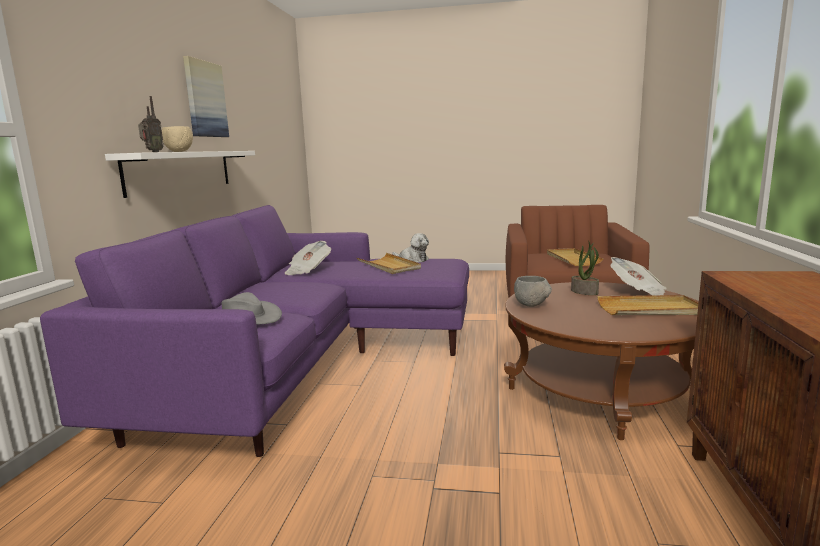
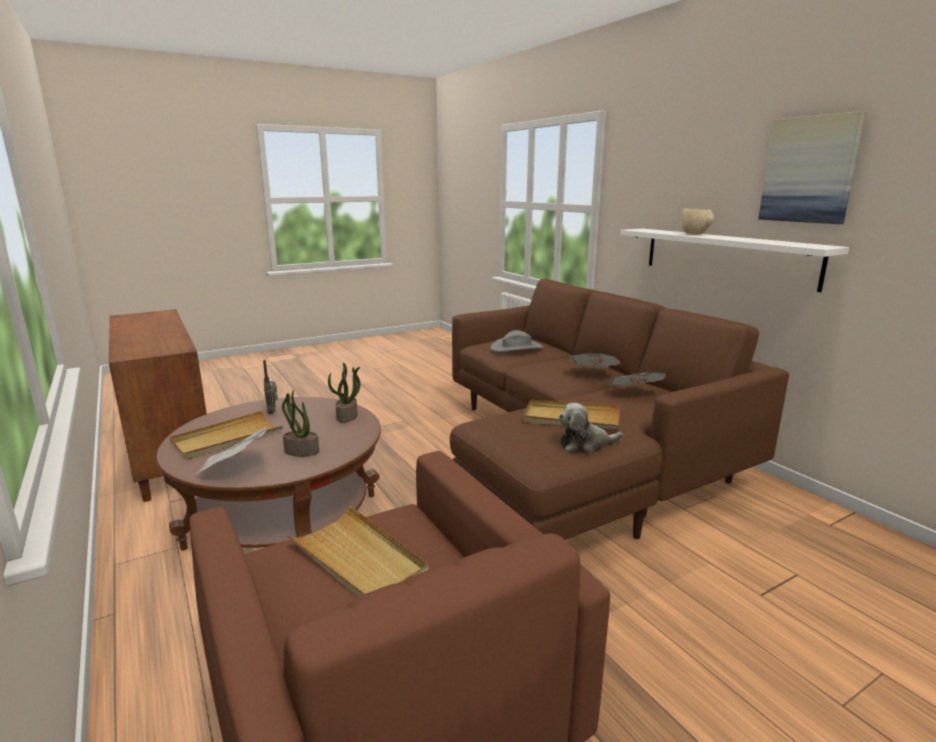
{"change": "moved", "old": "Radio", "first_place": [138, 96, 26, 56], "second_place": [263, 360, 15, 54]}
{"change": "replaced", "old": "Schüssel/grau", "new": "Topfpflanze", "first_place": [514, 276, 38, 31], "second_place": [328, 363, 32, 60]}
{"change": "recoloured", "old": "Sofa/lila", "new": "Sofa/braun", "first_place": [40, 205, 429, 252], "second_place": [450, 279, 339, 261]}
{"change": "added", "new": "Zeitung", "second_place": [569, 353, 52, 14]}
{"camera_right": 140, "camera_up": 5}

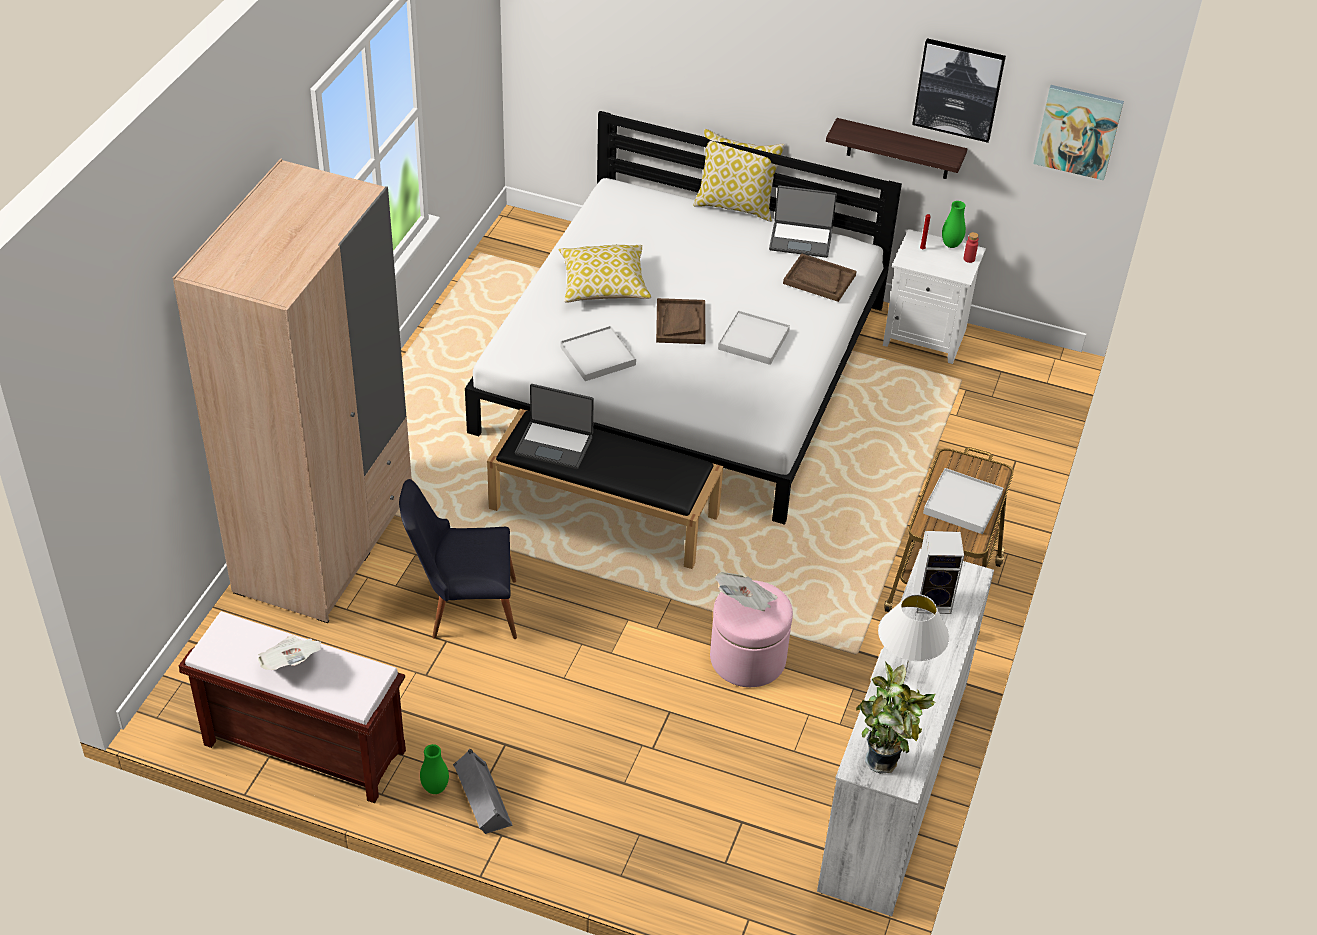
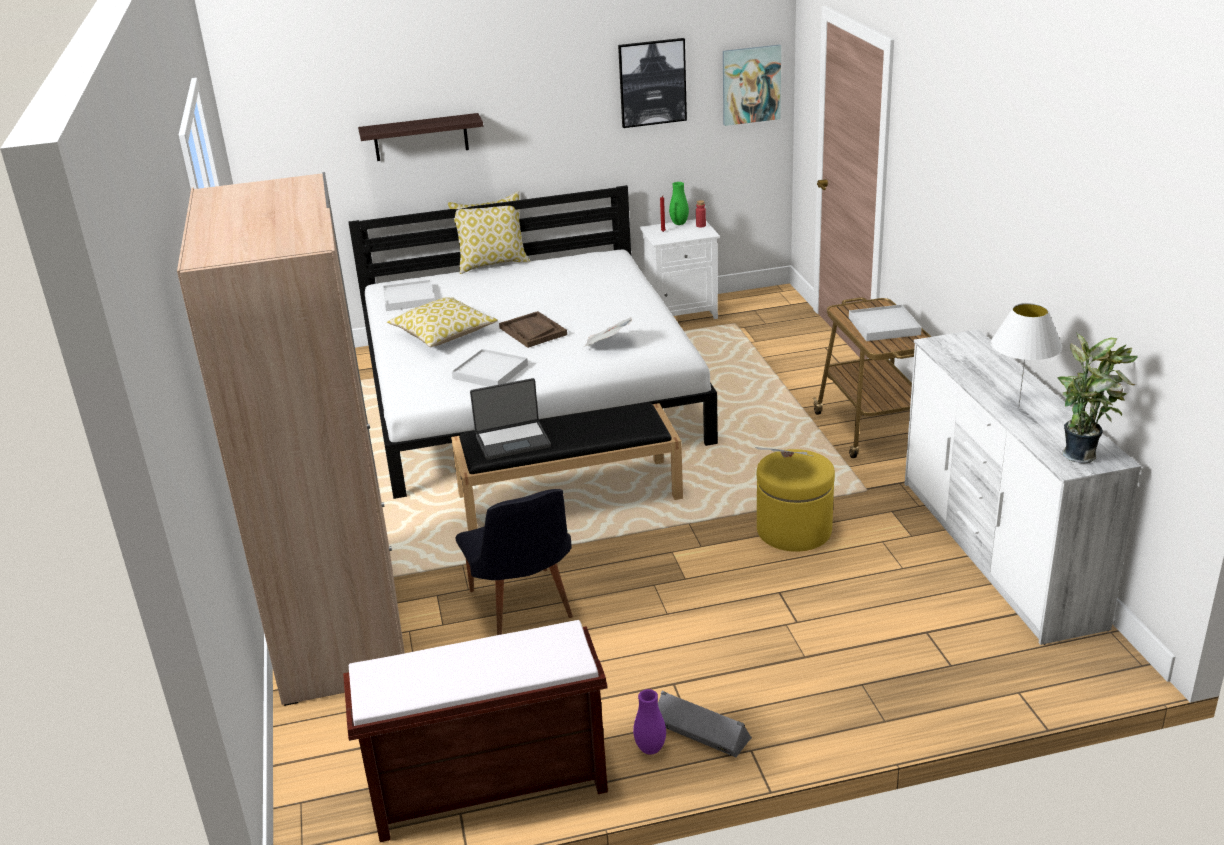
{"change": "moved", "old": "Wandregal", "first_place": [826, 118, 141, 61], "second_place": [358, 113, 125, 48]}
{"change": "moved", "old": "Tablett/weiß", "first_place": [718, 310, 72, 55], "second_place": [383, 280, 51, 31]}
{"change": "turned", "old": "Stuhl/schwarz", "first_place": [399, 479, 118, 160], "second_place": [456, 489, 117, 146], "degrees": -75}
{"change": "moved", "old": "Zeitung", "first_place": [258, 635, 63, 35], "second_place": [584, 317, 48, 30]}
{"change": "recoloured", "old": "Vase/grün", "new": "Vase/lila", "first_place": [420, 744, 29, 50], "second_place": [633, 689, 33, 66]}
{"change": "recoloured", "old": "Polsterhocker/rosa", "new": "Polsterhocker/gelb", "first_place": [710, 580, 83, 107], "second_place": [757, 449, 78, 103]}
{"change": "removed", "old": "Laptop", "first_place": [769, 186, 68, 72]}
{"change": "removed", "old": "Tablett/braun", "first_place": [783, 253, 73, 49]}
{"change": "removed", "old": "Lautsprecher", "first_place": [913, 531, 51, 83]}
{"camera_right": -30, "camera_up": -15}

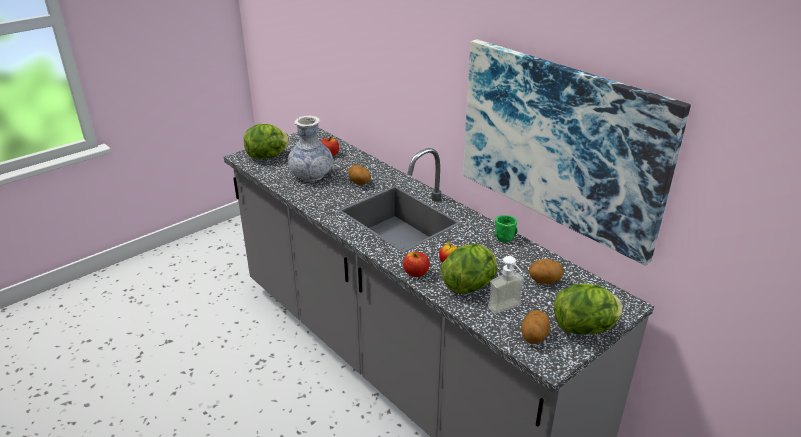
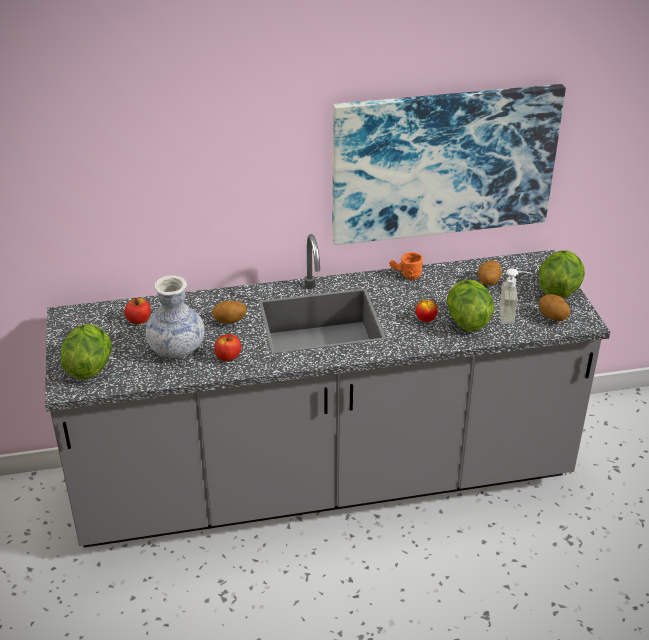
{"change": "moved", "old": "Apfel", "first_place": [403, 252, 27, 25], "second_place": [214, 334, 27, 28]}
{"change": "recoloured", "old": "Henkelbecher/grün", "new": "Henkelbecher/orange", "first_place": [495, 215, 23, 27], "second_place": [389, 252, 34, 28]}
{"camera_right": -60, "camera_up": 5}

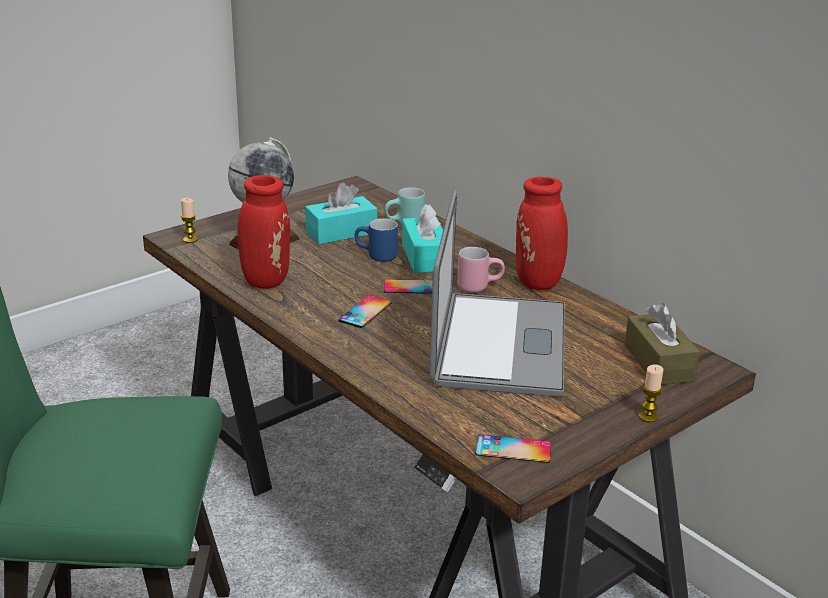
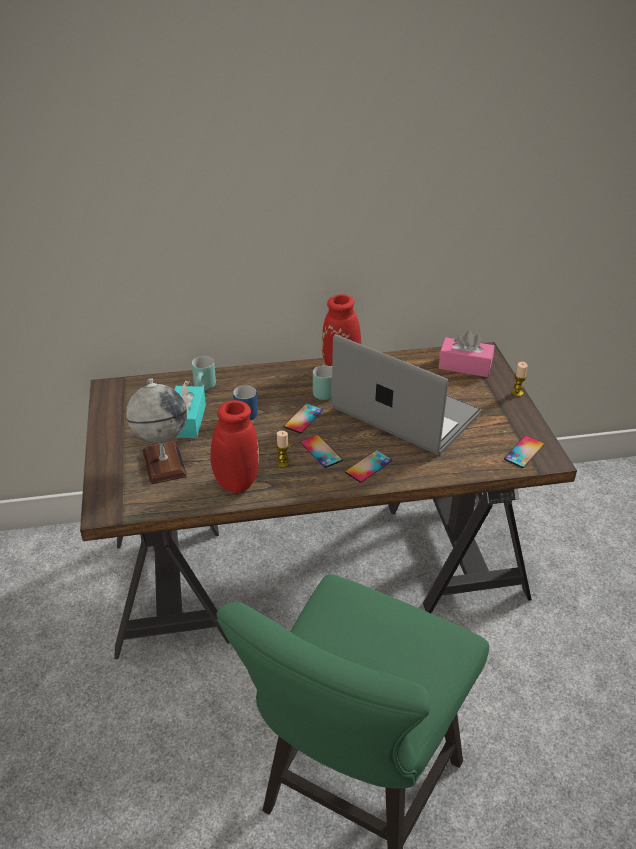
{"change": "moved", "old": "Kerze", "first_place": [181, 198, 17, 45], "second_place": [276, 431, 14, 37]}
{"change": "recoloured", "old": "Henkelbecher/rosa", "new": "Henkelbecher/türkis", "first_place": [457, 247, 48, 45], "second_place": [313, 365, 19, 35]}
{"change": "added", "new": "Handy", "second_place": [345, 450, 47, 33]}
{"change": "recoloured", "old": "Taschentuchbox/braun", "new": "Taschentuchbox/rosa", "first_place": [625, 303, 75, 82], "second_place": [438, 331, 56, 46]}
{"change": "removed", "old": "Taschentuchbox/türkis", "first_place": [402, 204, 41, 69]}
{"camera_right": -60, "camera_up": 10}

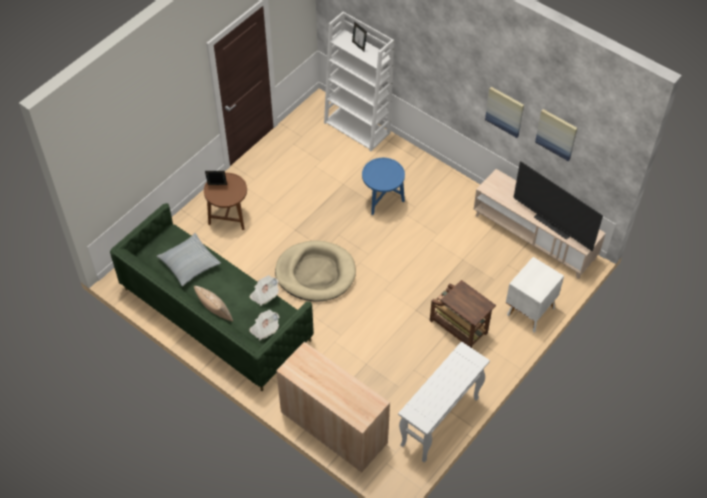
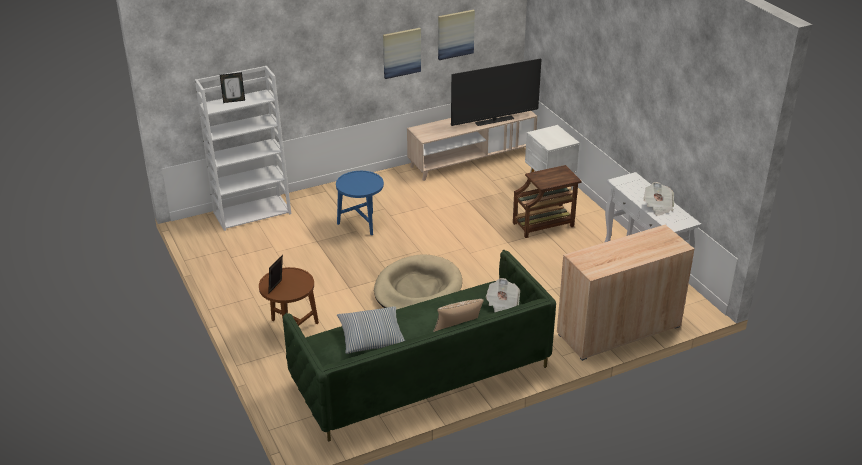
{"change": "moved", "old": "Zeitung", "first_place": [250, 275, 29, 31], "second_place": [643, 182, 31, 34]}
{"camera_right": -65, "camera_up": -20}

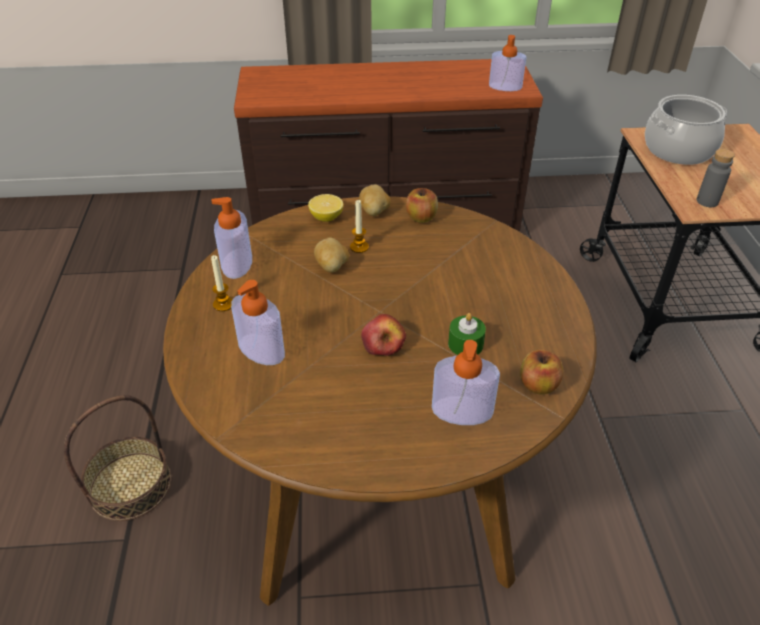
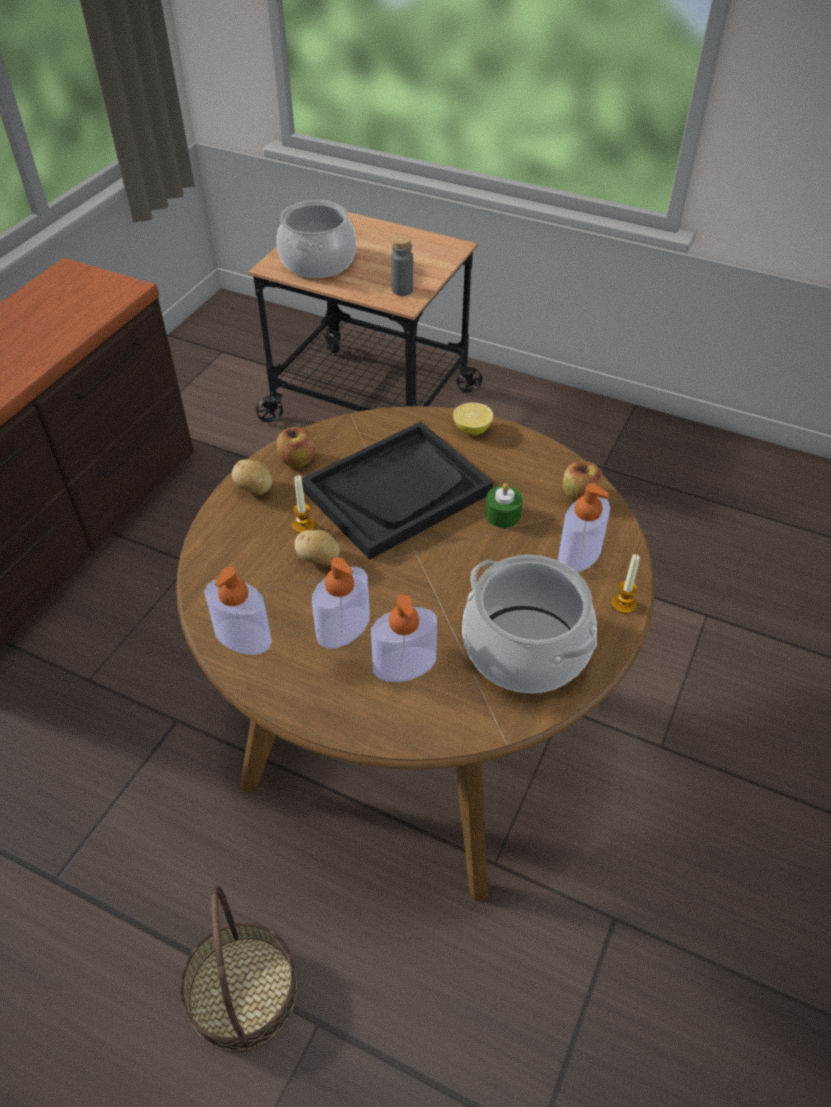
{"change": "added", "new": "Tablett/schwarz", "second_place": [302, 421, 191, 139]}
{"change": "moved", "old": "Seifenspender", "first_place": [489, 35, 38, 56], "second_place": [312, 557, 58, 92]}
{"change": "moved", "old": "Zitrone", "first_place": [308, 194, 35, 28], "second_place": [453, 402, 40, 33]}
{"change": "added", "new": "Kochtopf", "second_place": [462, 555, 135, 138]}
{"change": "moved", "old": "Kerze", "first_place": [211, 255, 22, 56], "second_place": [611, 554, 29, 60]}
{"change": "removed", "old": "Apfel", "first_place": [361, 314, 45, 42]}
{"camera_right": -60, "camera_up": 5}

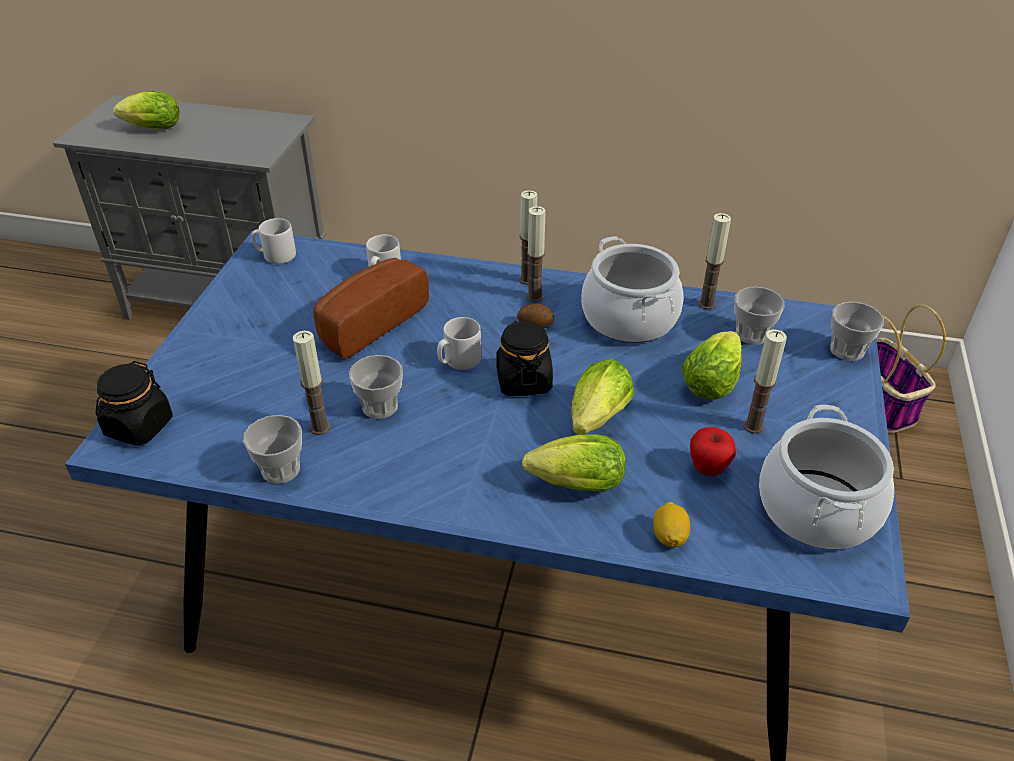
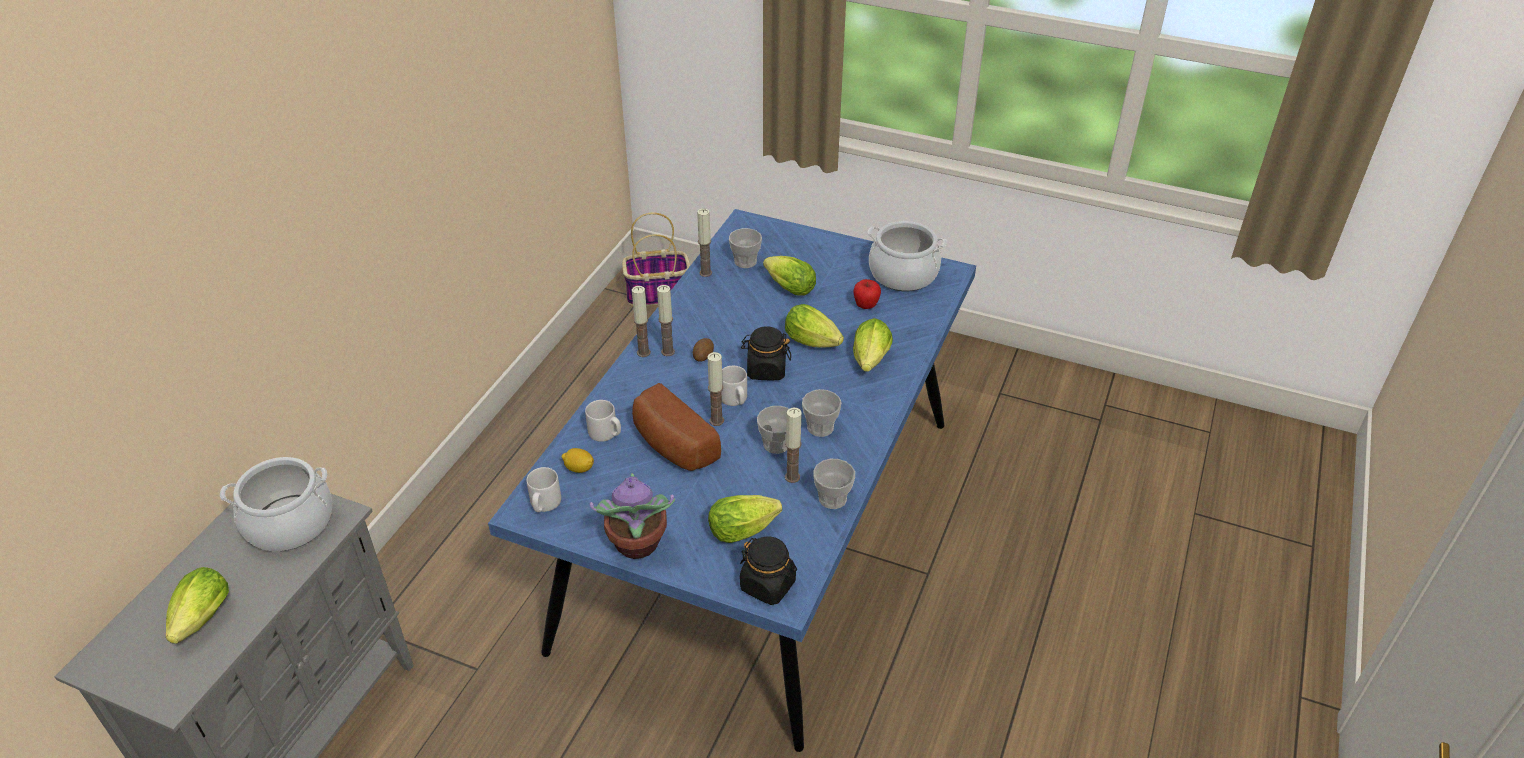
{"change": "moved", "old": "Kochtopf", "first_place": [582, 237, 102, 106], "second_place": [220, 457, 112, 94]}
{"change": "moved", "old": "Zitrone", "first_place": [653, 502, 37, 45], "second_place": [562, 448, 32, 25]}
{"change": "added", "new": "Topfpflanze", "second_place": [590, 473, 85, 86]}
{"change": "moved", "old": "Kerze", "first_place": [743, 329, 44, 105], "second_place": [707, 352, 17, 74]}
{"change": "added", "new": "Salatkopf", "second_place": [708, 495, 74, 48]}
{"change": "moved", "old": "Tasse", "first_place": [830, 302, 54, 59], "second_place": [802, 389, 39, 48]}
{"camera_right": -80, "camera_up": 0}

